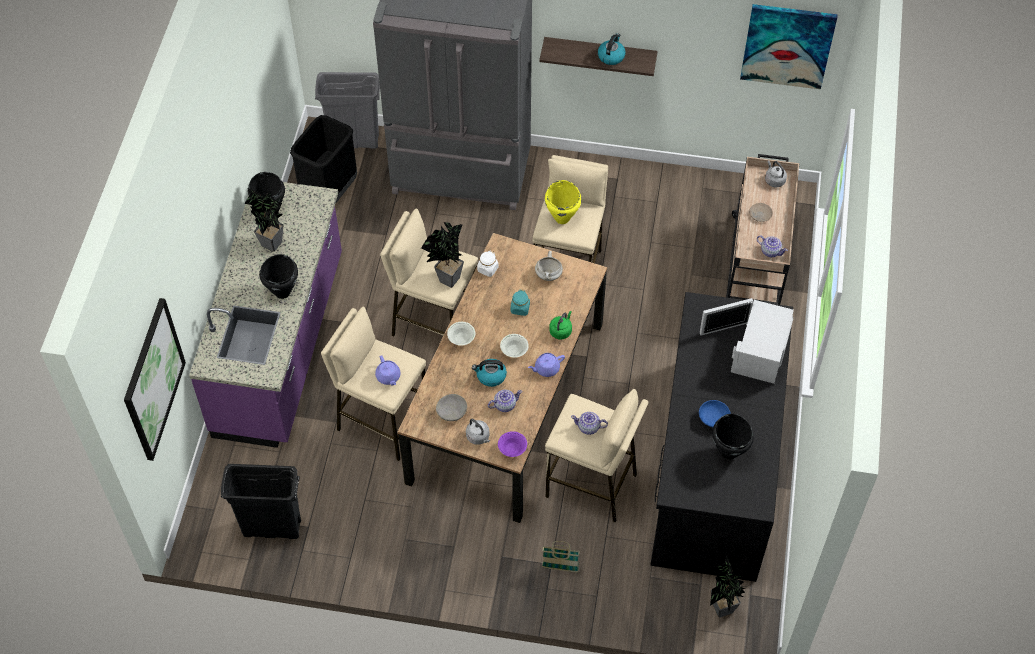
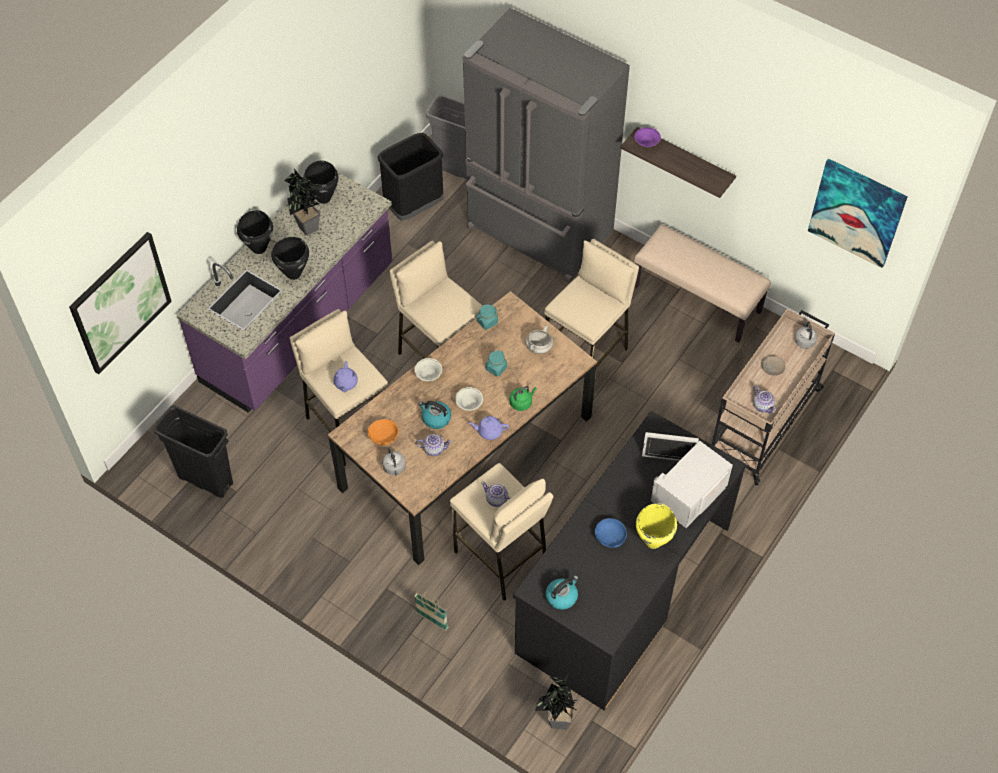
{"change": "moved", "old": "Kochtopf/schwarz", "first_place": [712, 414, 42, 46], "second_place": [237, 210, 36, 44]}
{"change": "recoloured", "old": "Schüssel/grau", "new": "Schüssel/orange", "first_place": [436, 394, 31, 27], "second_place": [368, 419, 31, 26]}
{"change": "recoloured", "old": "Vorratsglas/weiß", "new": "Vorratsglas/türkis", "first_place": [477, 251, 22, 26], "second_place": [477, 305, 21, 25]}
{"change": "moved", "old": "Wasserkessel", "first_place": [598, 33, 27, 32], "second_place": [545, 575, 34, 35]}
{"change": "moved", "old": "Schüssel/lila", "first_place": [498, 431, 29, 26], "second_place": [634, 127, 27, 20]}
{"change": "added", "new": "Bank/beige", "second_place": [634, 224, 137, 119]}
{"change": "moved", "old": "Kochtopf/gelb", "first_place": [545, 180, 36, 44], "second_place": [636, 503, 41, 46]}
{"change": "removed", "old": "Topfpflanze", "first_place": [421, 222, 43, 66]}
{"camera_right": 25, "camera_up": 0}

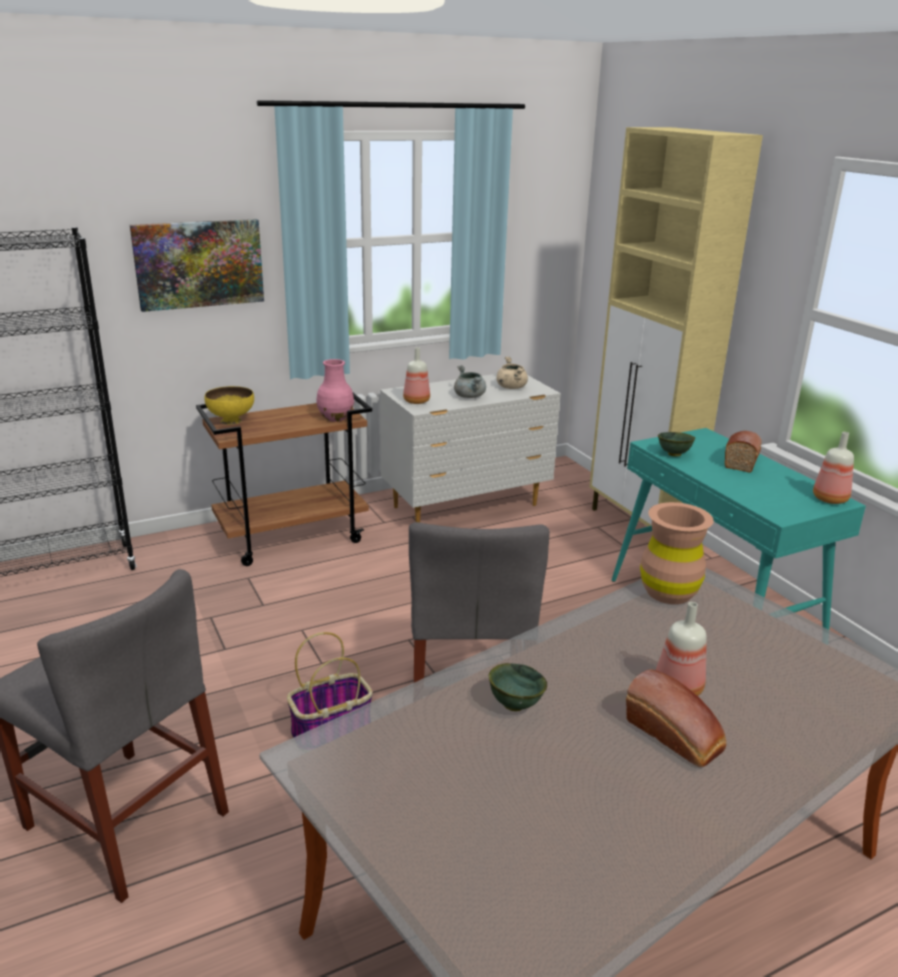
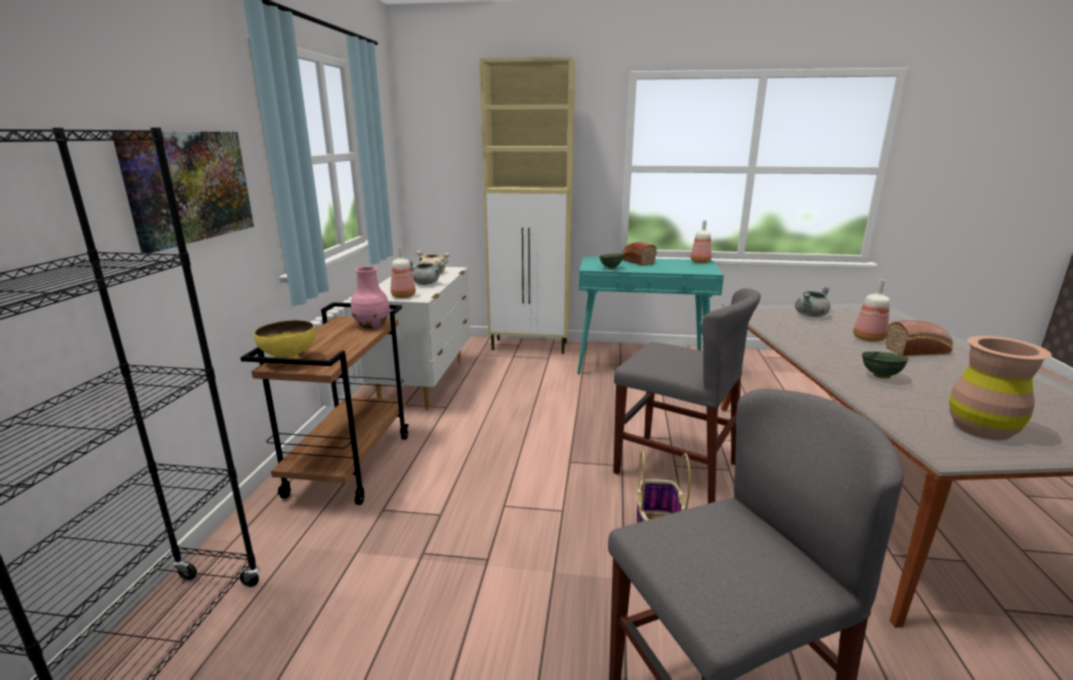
{"change": "added", "new": "Kochtopf/grau", "second_place": [795, 287, 36, 30]}
{"change": "moved", "old": "Vase/braun", "first_place": [640, 502, 74, 102], "second_place": [949, 336, 103, 104]}
{"camera_right": -55, "camera_up": -5}

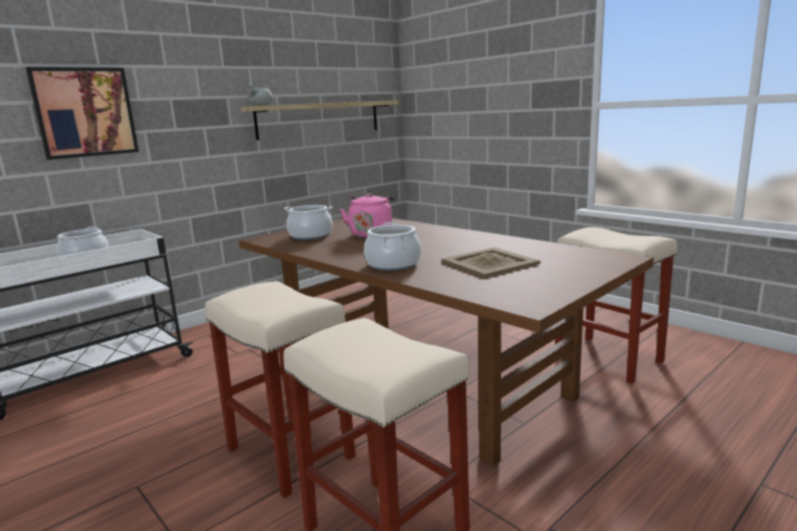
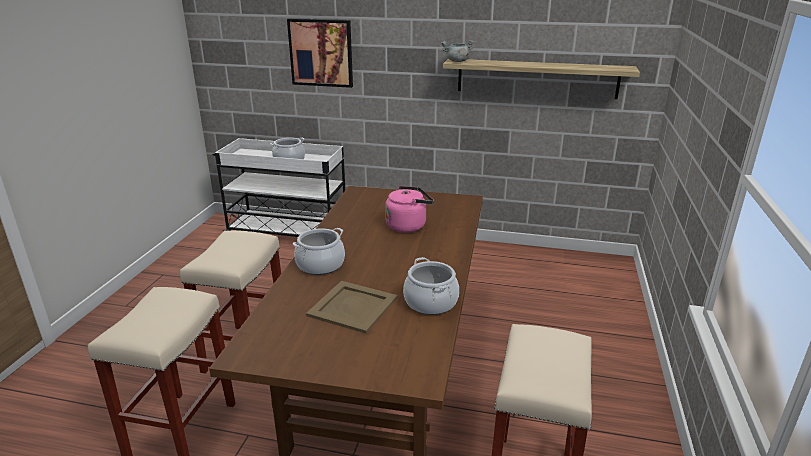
{"change": "moved", "old": "Kochtopf", "first_place": [284, 205, 49, 35], "second_place": [403, 257, 56, 58]}
{"camera_right": 55, "camera_up": 10}

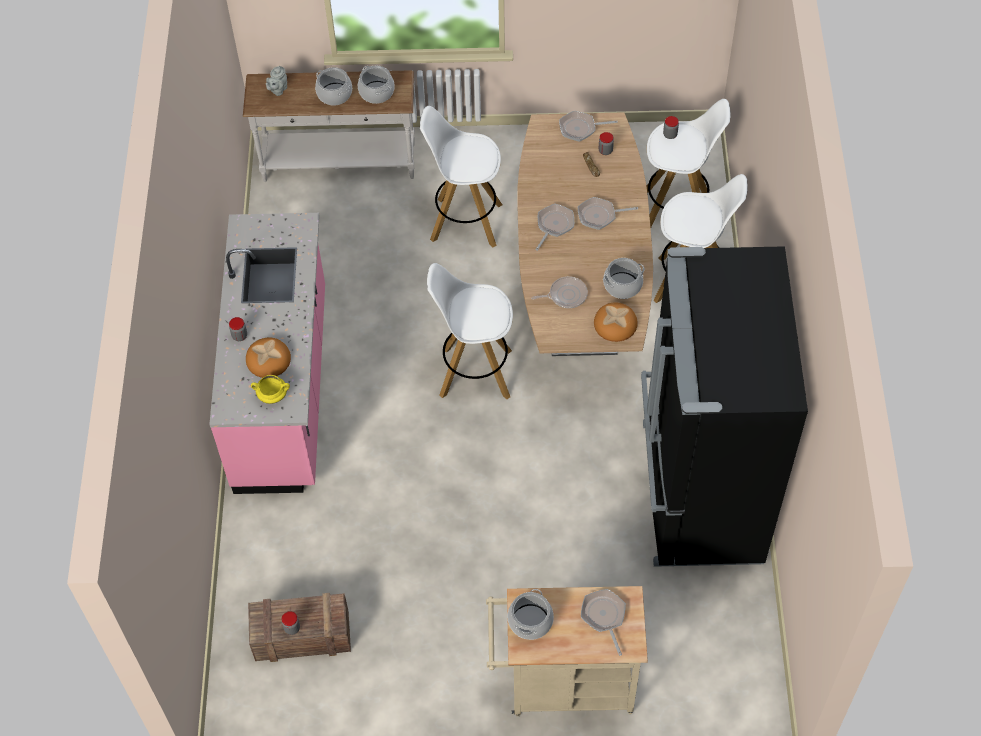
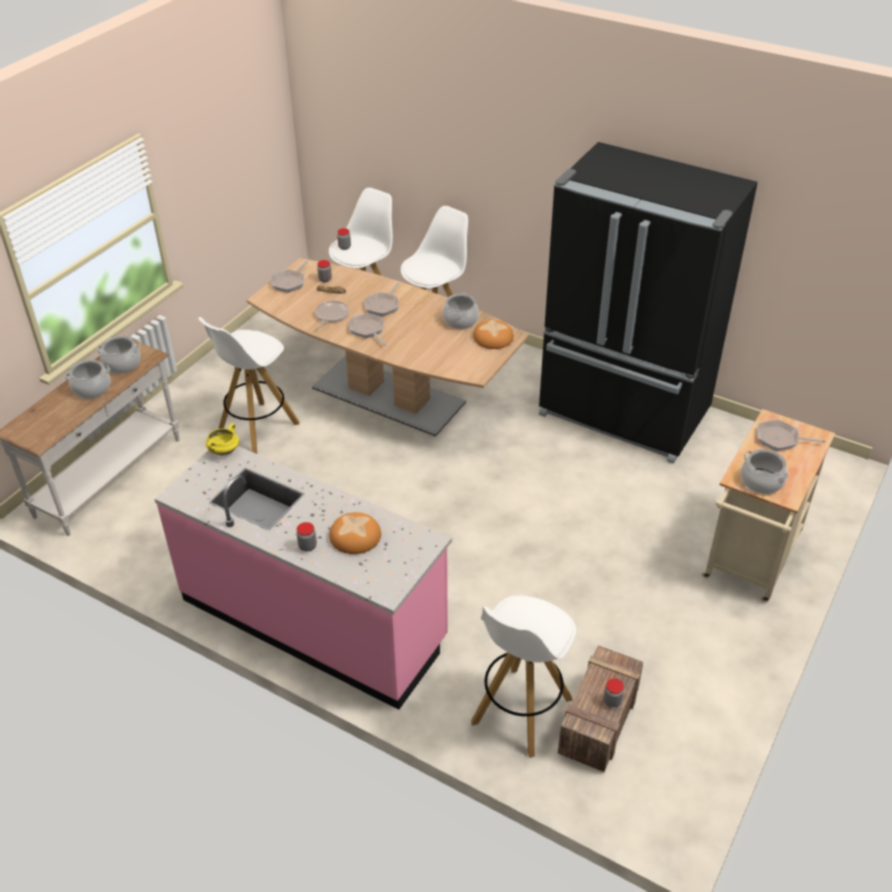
{"change": "moved", "old": "Kochtopf/gelb", "first_place": [251, 375, 39, 29], "second_place": [206, 423, 33, 32]}
{"change": "moved", "old": "Pfanne", "first_place": [531, 276, 57, 32], "second_place": [315, 301, 34, 28]}
{"change": "moved", "old": "Hocker/weiß", "first_place": [427, 263, 86, 136], "second_place": [471, 595, 105, 163]}
{"change": "removed", "old": "Teekanne/grau", "first_place": [266, 66, 21, 30]}
{"camera_right": -60, "camera_up": -15}

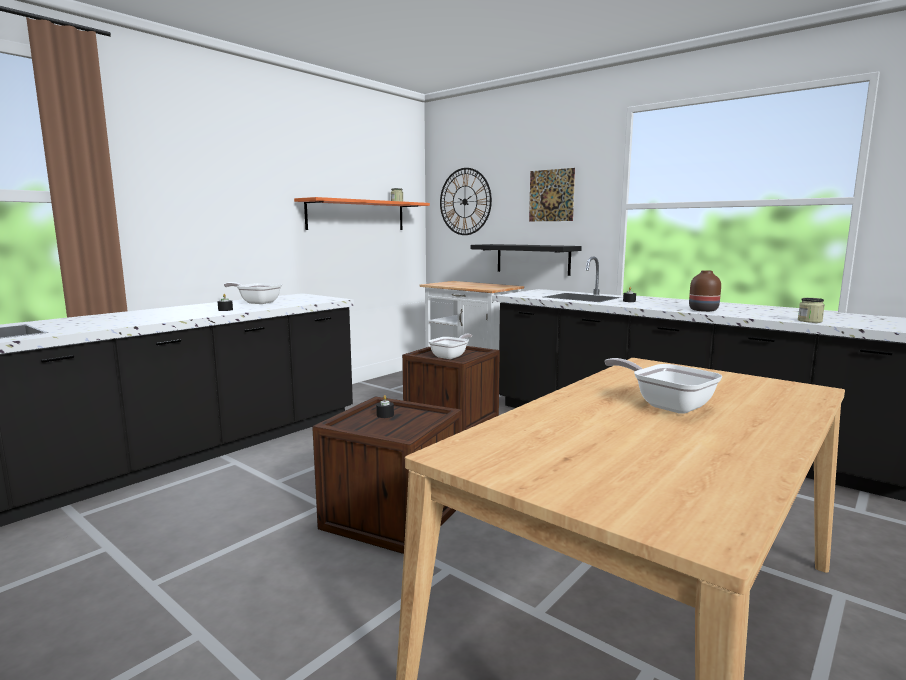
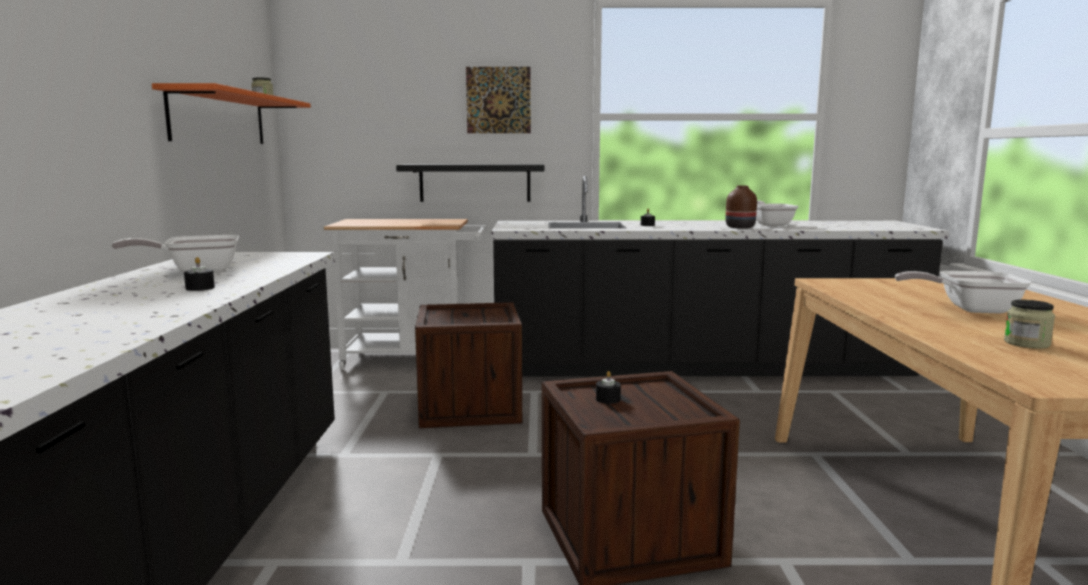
{"change": "moved", "old": "Pfanne", "first_place": [428, 334, 44, 25], "second_place": [756, 200, 43, 26]}
{"change": "moved", "old": "Vorratsglas", "first_place": [798, 298, 27, 25], "second_place": [1004, 300, 51, 49]}
{"change": "removed", "old": "Wanduhr", "first_place": [440, 168, 52, 67]}
{"camera_right": -40, "camera_up": 0}

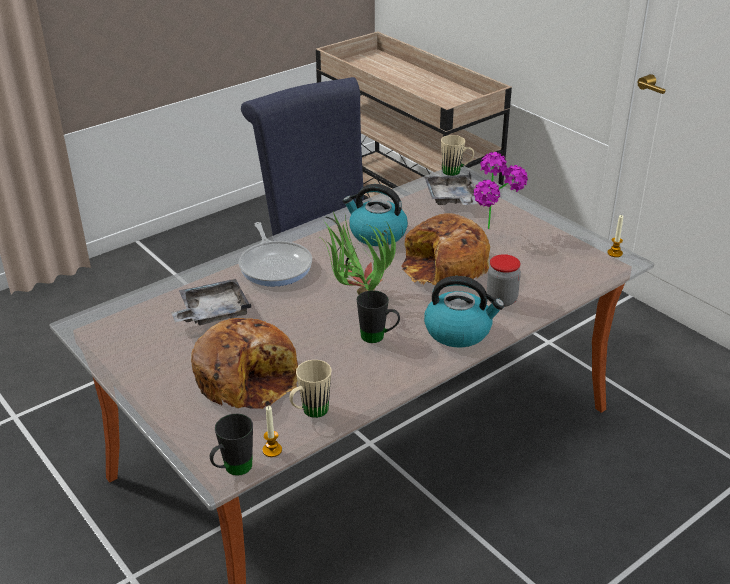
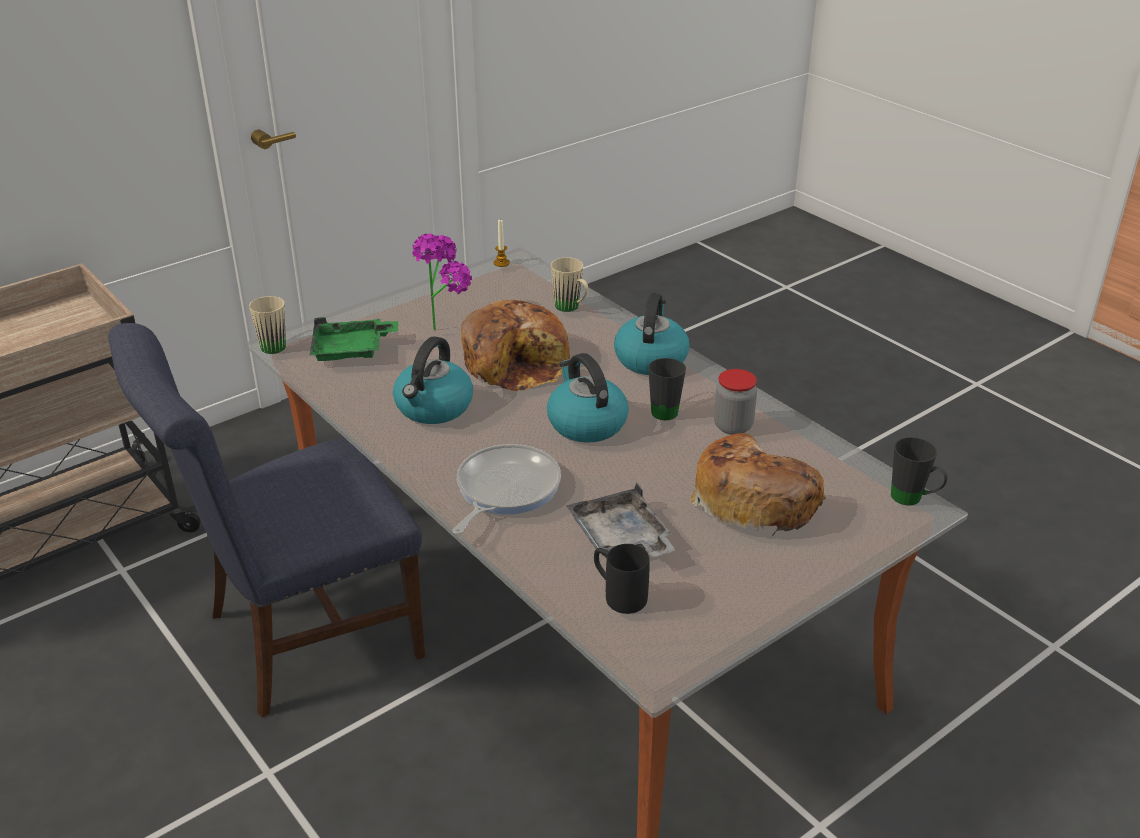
{"change": "recoloured", "old": "Tablett/grau", "new": "Tablett/grün", "first_place": [425, 171, 52, 34], "second_place": [310, 317, 88, 44]}
{"change": "turned", "old": "Pfanne", "first_place": [239, 222, 73, 64], "second_place": [452, 444, 109, 90], "degrees": -45}
{"change": "replaced", "old": "Topfpflanze", "new": "Wasserkessel", "first_place": [319, 212, 77, 82], "second_place": [547, 353, 82, 90]}
{"change": "moved", "old": "Henkelbecher/beige", "first_place": [289, 360, 43, 58], "second_place": [551, 257, 37, 55]}
{"change": "added", "new": "Henkelbecher/schwarz", "second_place": [594, 544, 56, 70]}
{"change": "moved", "old": "Vorratsglas", "first_place": [486, 254, 35, 53], "second_place": [714, 369, 43, 66]}
{"change": "removed", "old": "Kerze", "first_place": [262, 406, 20, 51]}
{"camera_right": -90, "camera_up": 0}

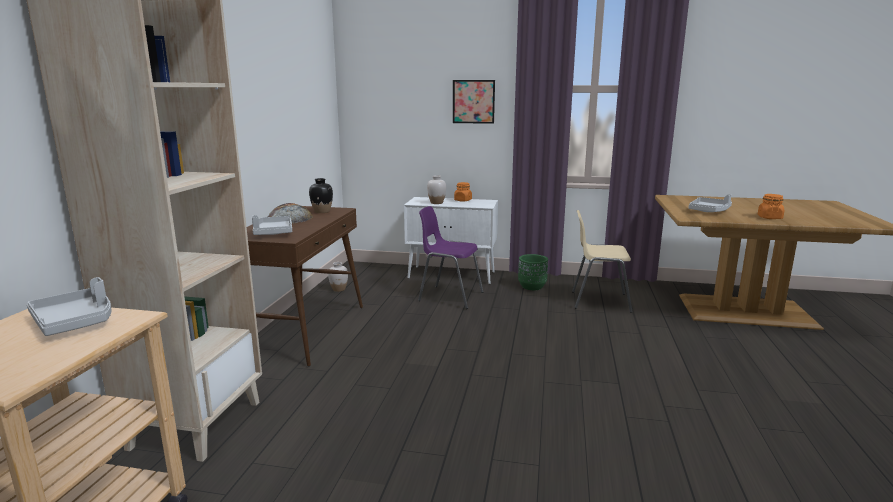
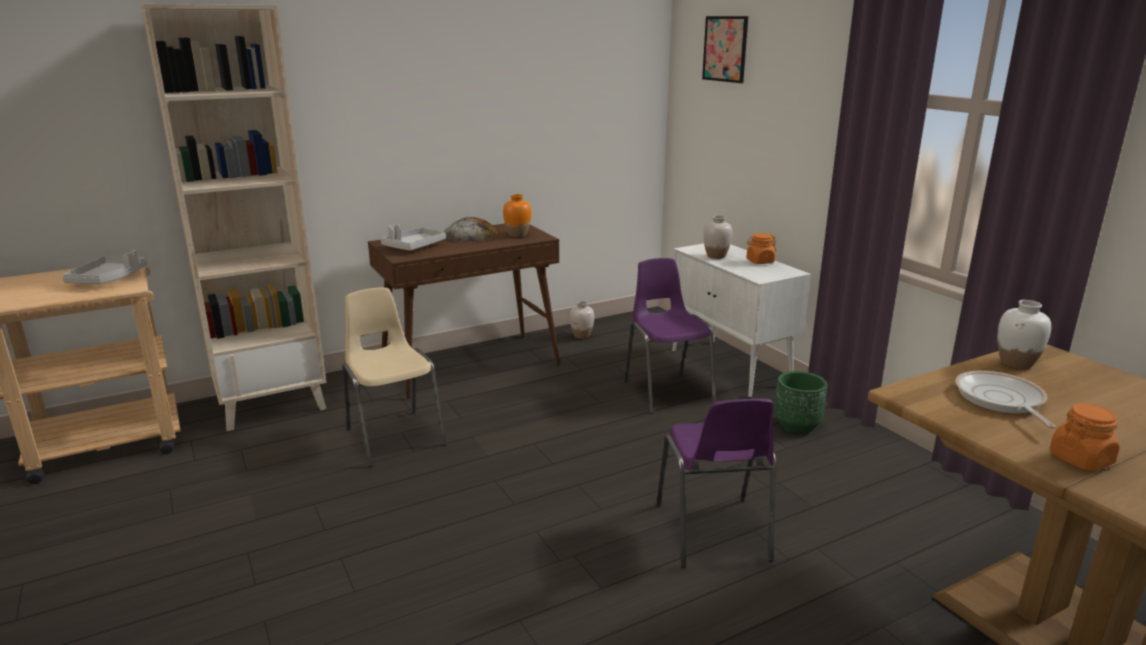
{"change": "moved", "old": "Stuhl/beige", "first_place": [572, 210, 61, 103], "second_place": [342, 288, 104, 179]}
{"change": "recoloured", "old": "Vase/schwarz", "new": "Vase/orange", "first_place": [309, 178, 24, 35], "second_place": [503, 194, 28, 43]}
{"change": "added", "new": "Stuhl/lila", "second_place": [656, 398, 120, 170]}
{"change": "moved", "old": "Bild", "first_place": [453, 80, 42, 44], "second_place": [702, 16, 46, 67]}
{"change": "replaced", "old": "Tablett/grau", "new": "Pfanne", "first_place": [689, 194, 43, 18], "second_place": [955, 371, 101, 57]}
{"change": "added", "new": "Vase/weiß", "second_place": [997, 300, 54, 69]}
{"camera_right": 50, "camera_up": 5}

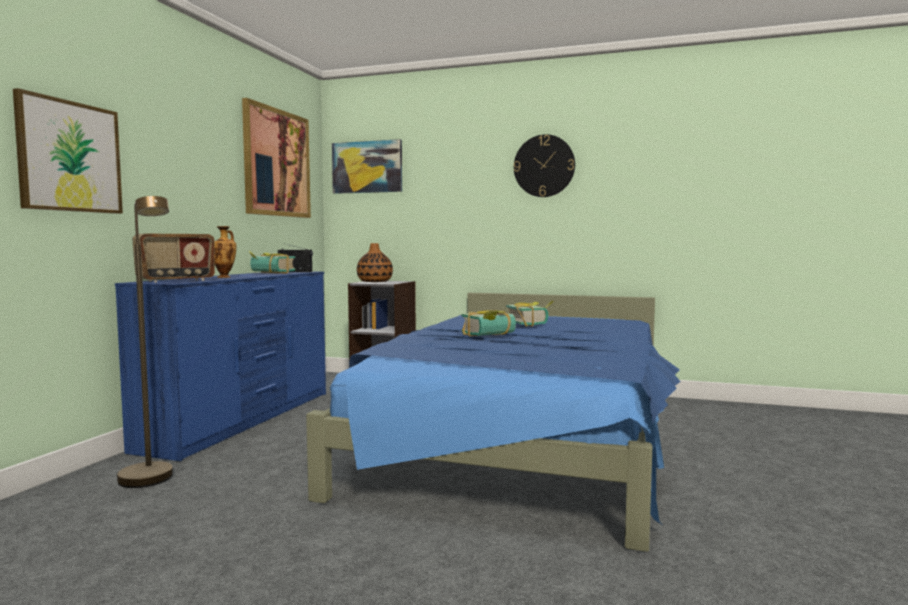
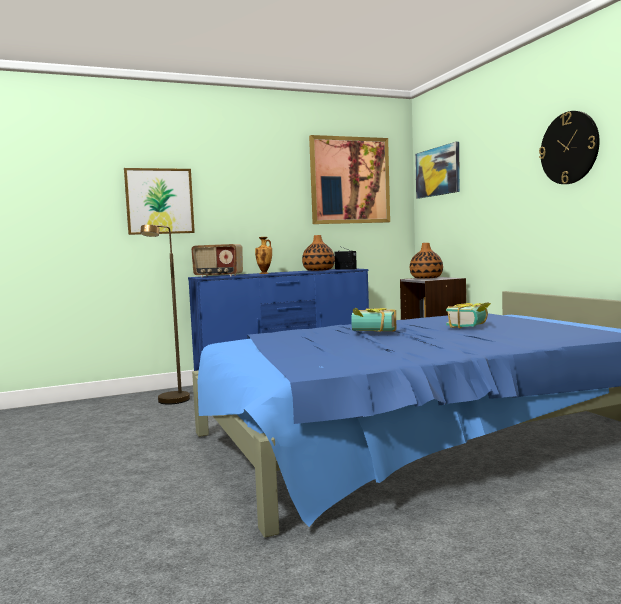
{"change": "replaced", "old": "Buch", "new": "Vase", "first_place": [249, 251, 47, 23], "second_place": [302, 235, 33, 36]}
{"camera_right": 50, "camera_up": 0}

